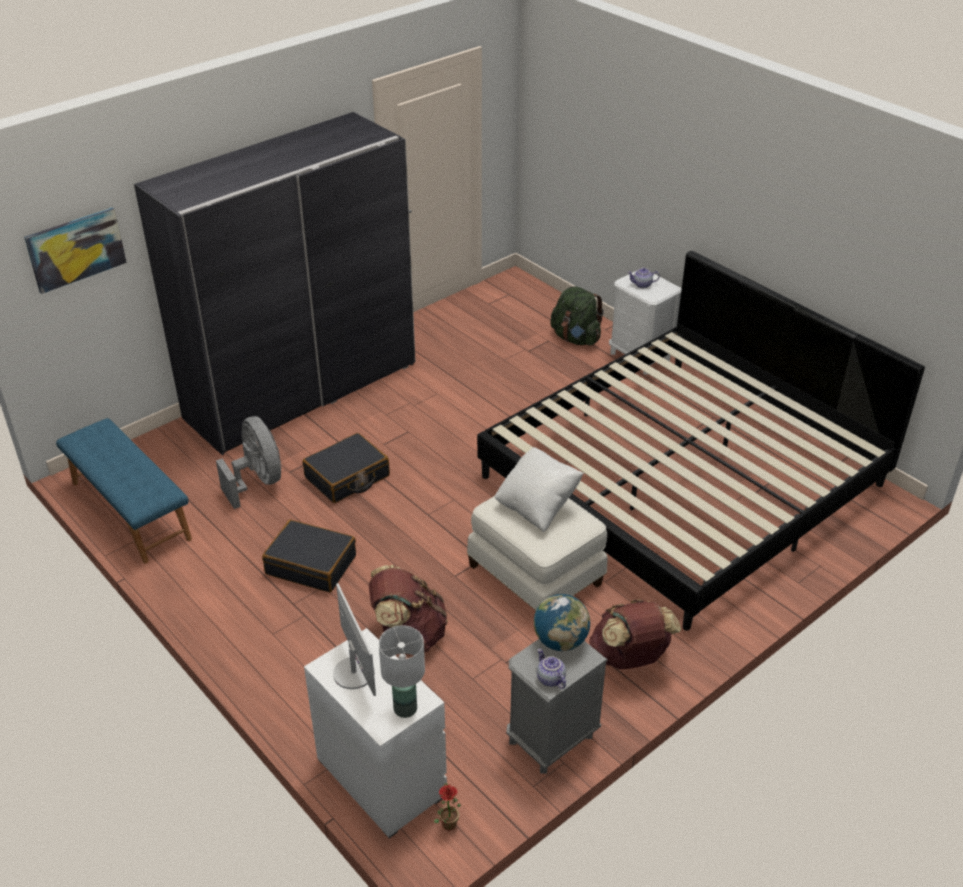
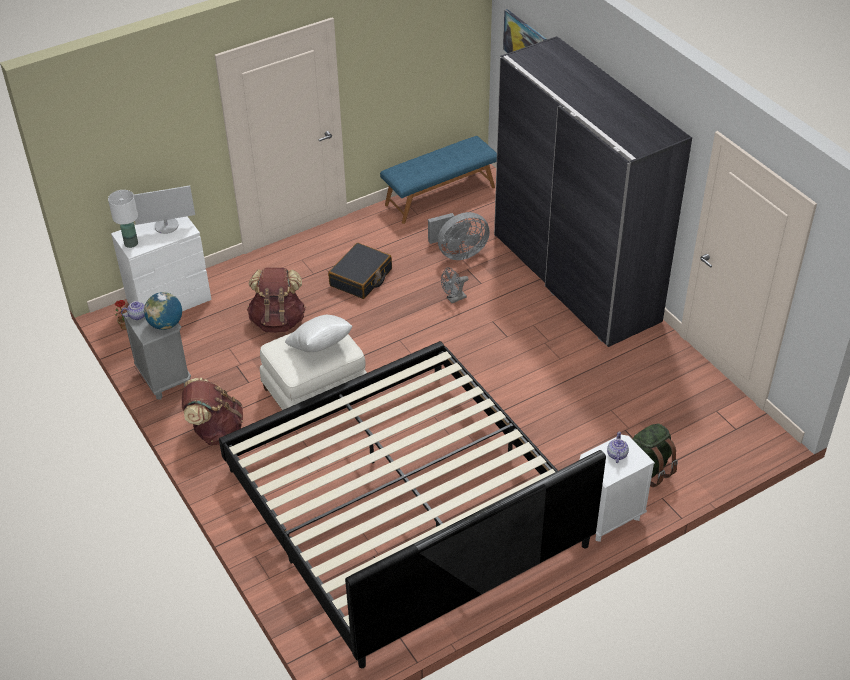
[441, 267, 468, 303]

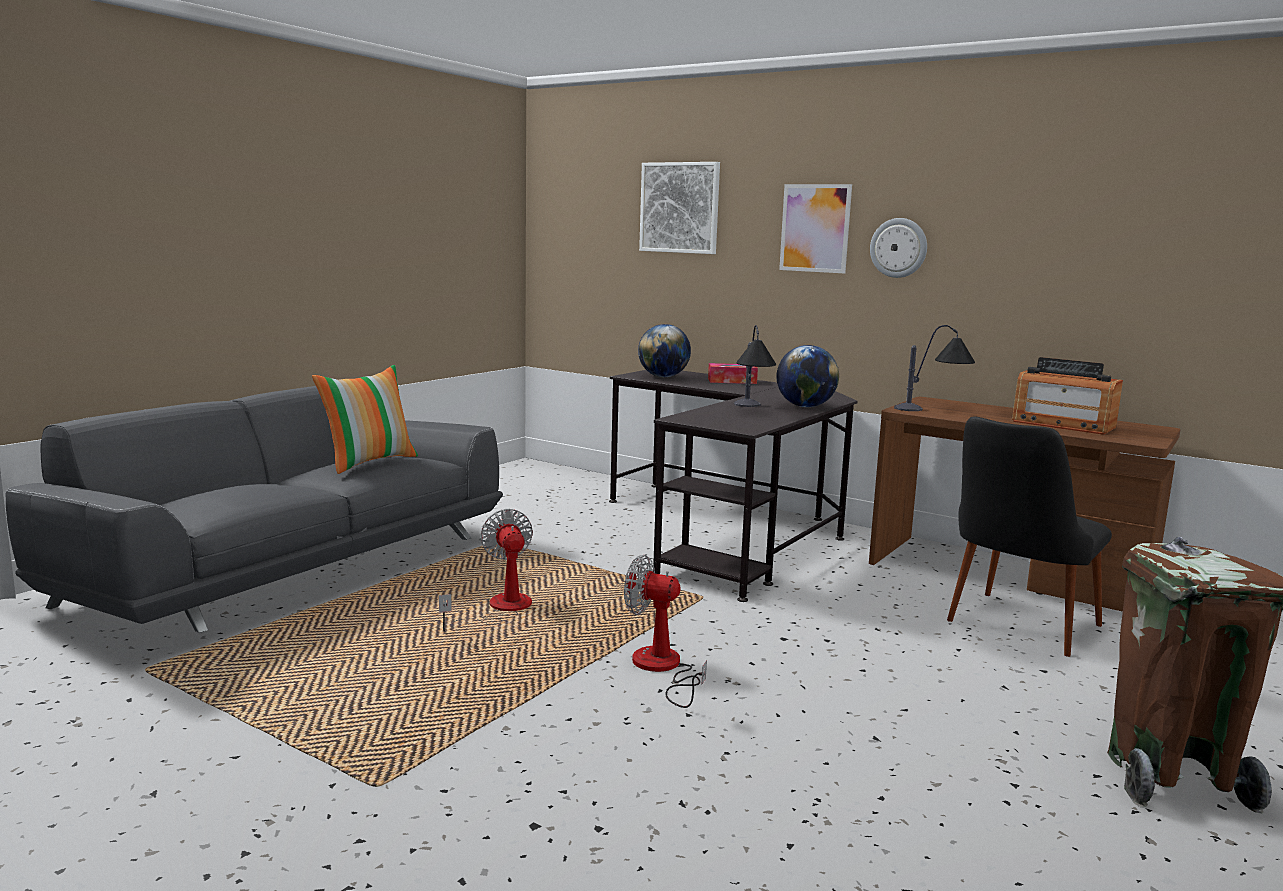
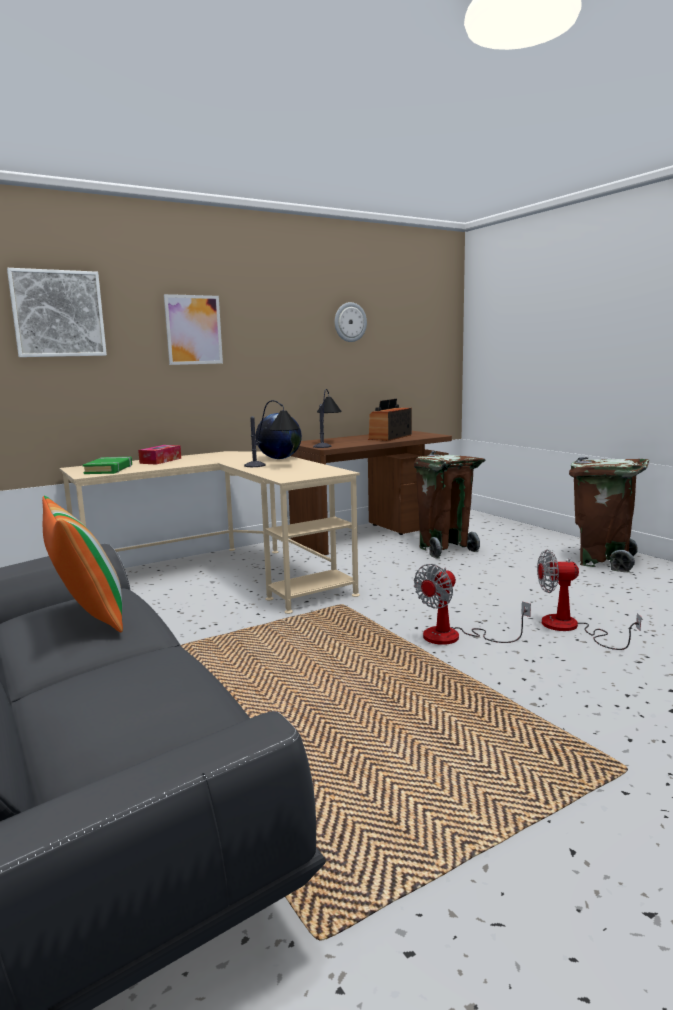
[537, 550, 641, 650]
[60, 451, 360, 614]
[83, 457, 132, 474]
[335, 302, 367, 342]
[414, 451, 485, 559]
[368, 399, 412, 441]

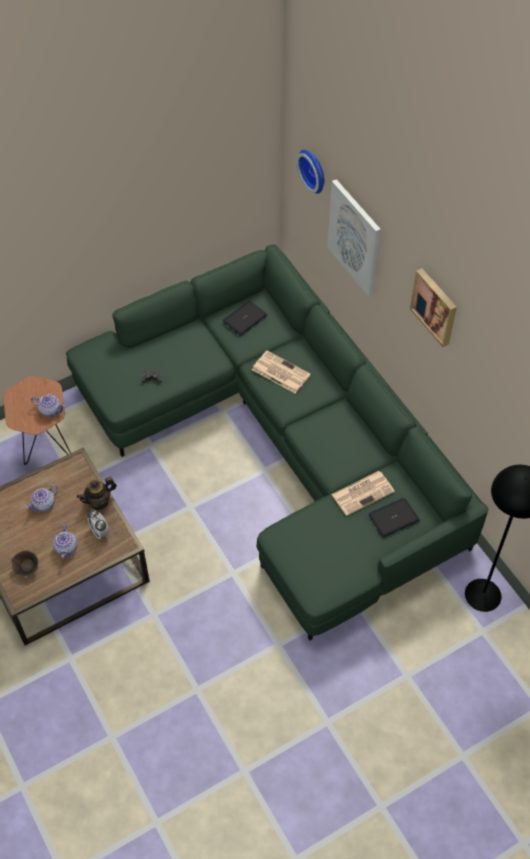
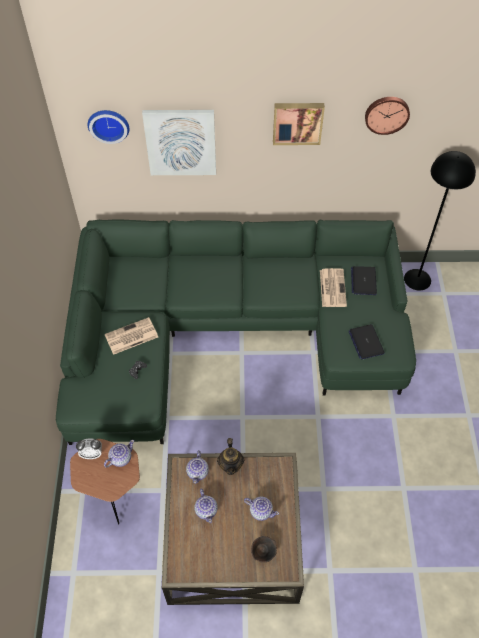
[76, 439, 102, 459]
[349, 324, 385, 360]
[105, 317, 158, 355]
[186, 450, 209, 484]
[365, 97, 410, 135]

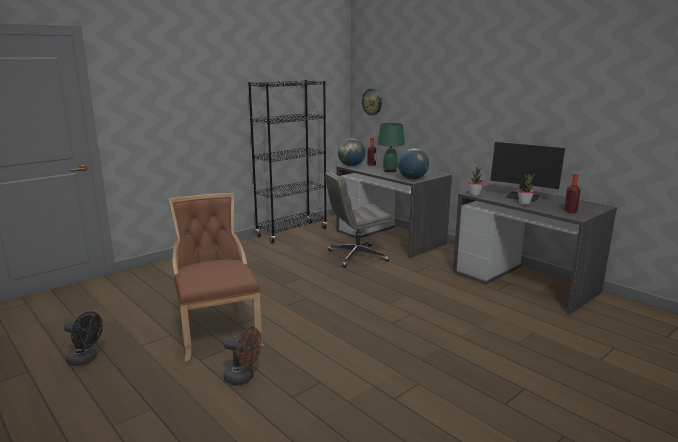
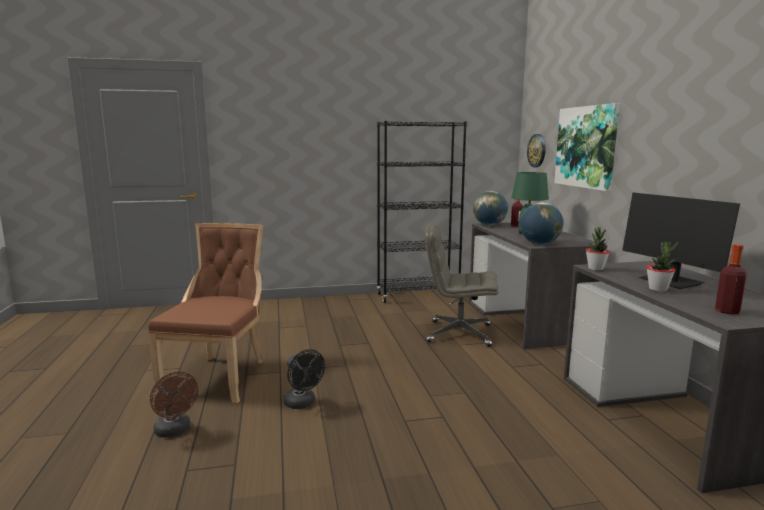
[283, 349, 325, 409]
[554, 103, 620, 191]

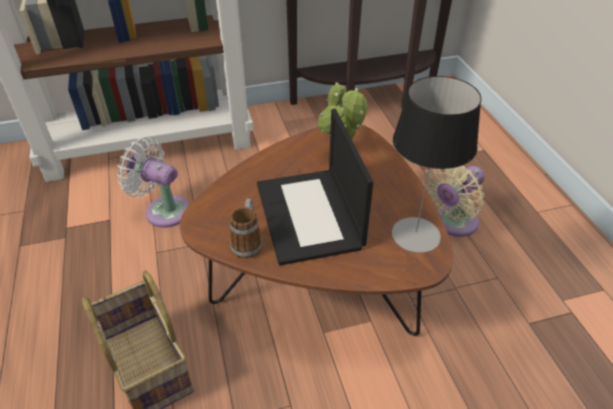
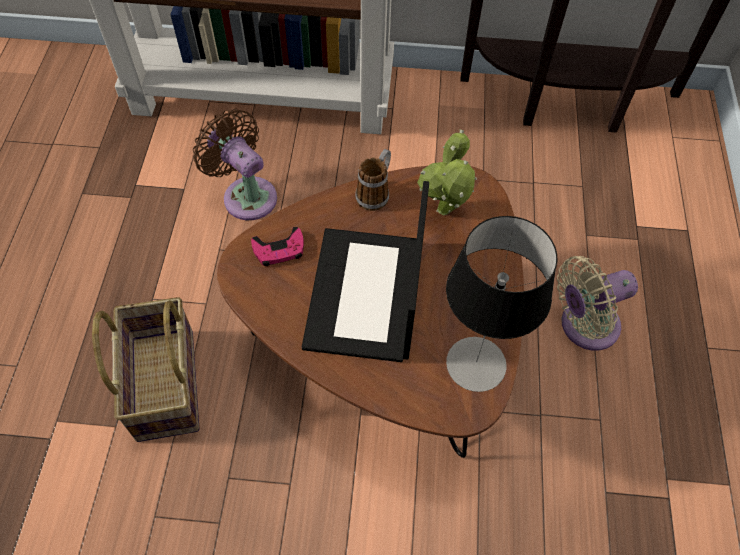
[193, 109, 277, 220]
[355, 149, 391, 211]
[251, 227, 304, 266]

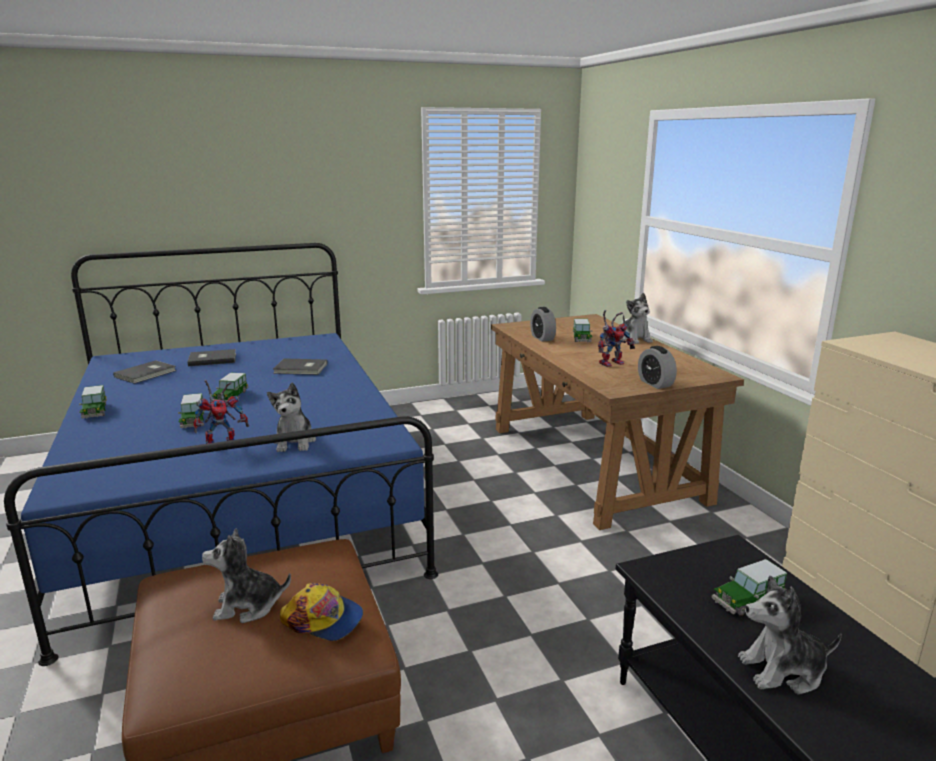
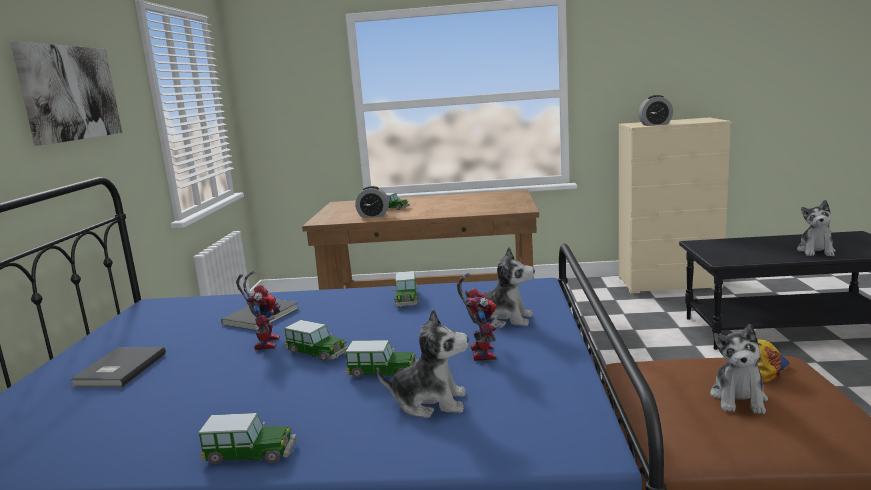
[113, 360, 177, 384] (first image)
[236, 271, 281, 350]
[377, 308, 468, 418]
[638, 95, 673, 126]
[392, 271, 419, 307]
[11, 42, 122, 146]

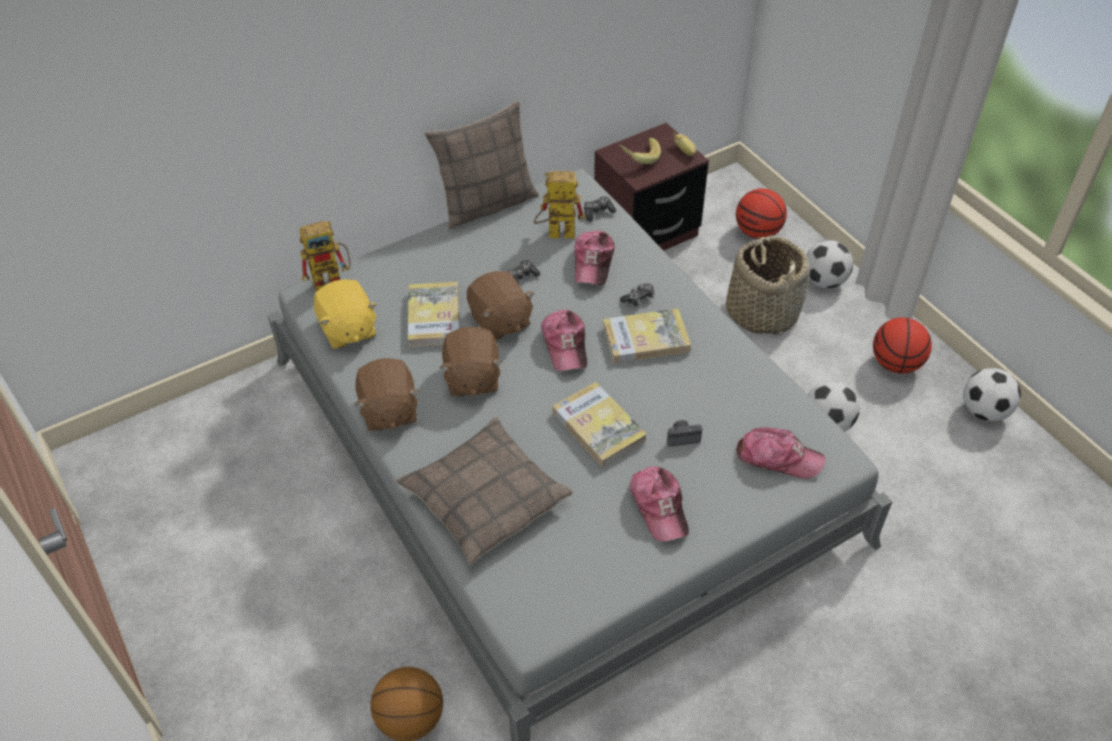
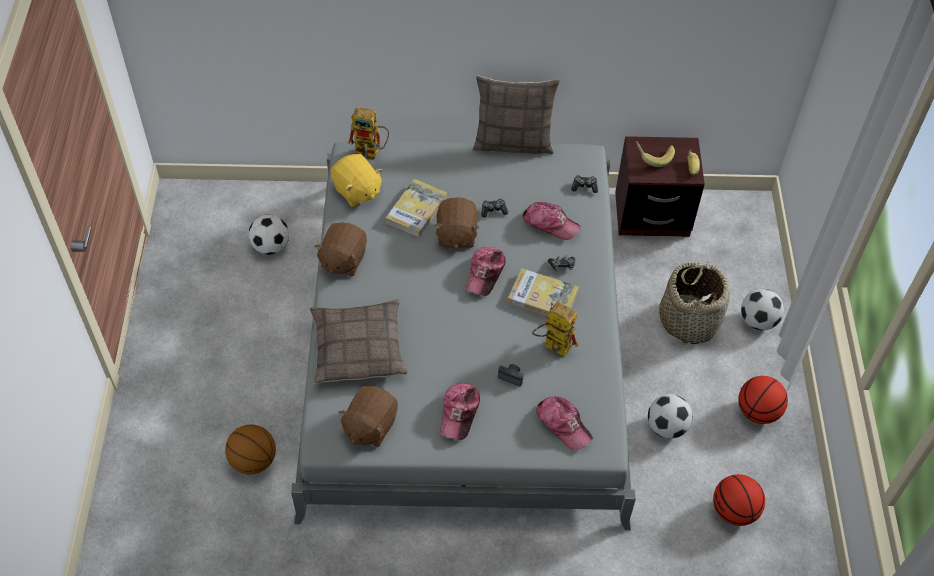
[331, 154, 382, 207]
[338, 386, 398, 447]
[532, 302, 579, 357]
[553, 382, 647, 467] (first image)
[523, 202, 581, 240]
[713, 474, 765, 526]
[249, 214, 289, 255]

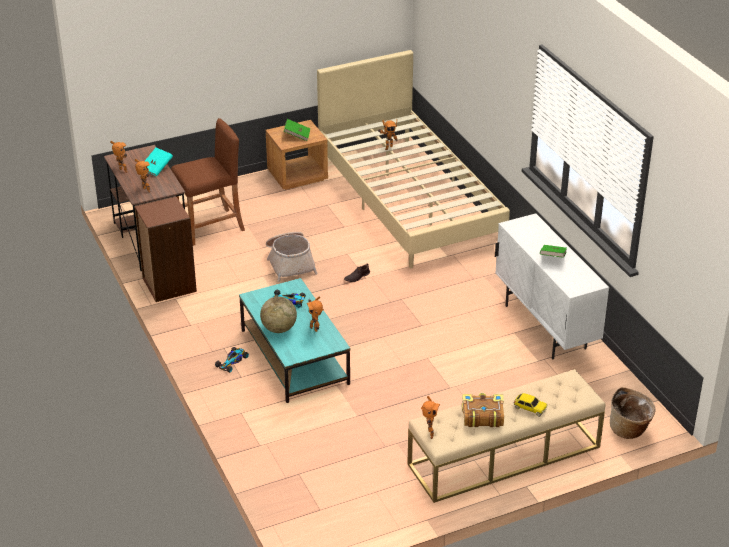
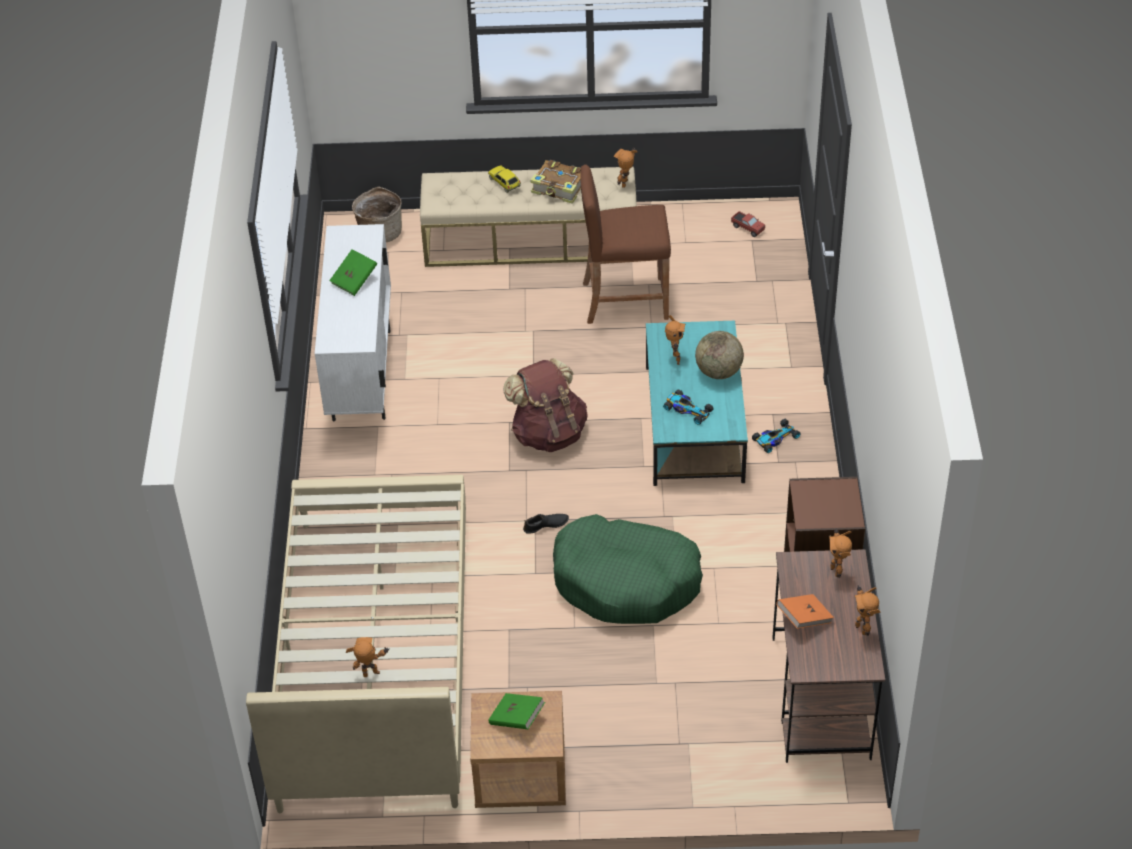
[776, 594, 834, 629]
[580, 165, 671, 324]
[553, 514, 703, 624]
[503, 358, 588, 452]
[731, 211, 765, 237]

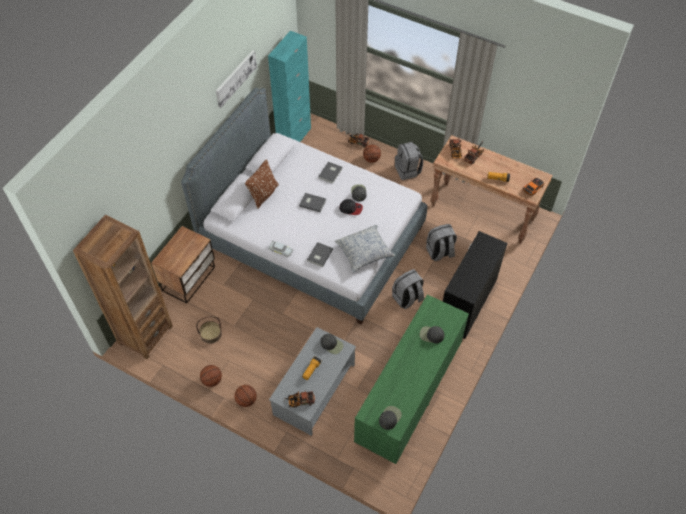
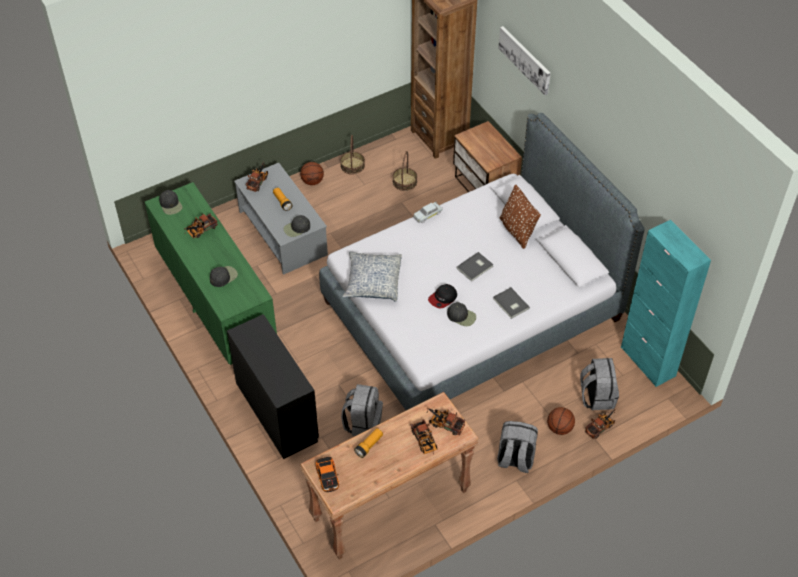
[340, 135, 365, 175]
[498, 26, 551, 95]
[307, 242, 333, 267] (first image)
[580, 358, 619, 410]
[184, 213, 218, 238]

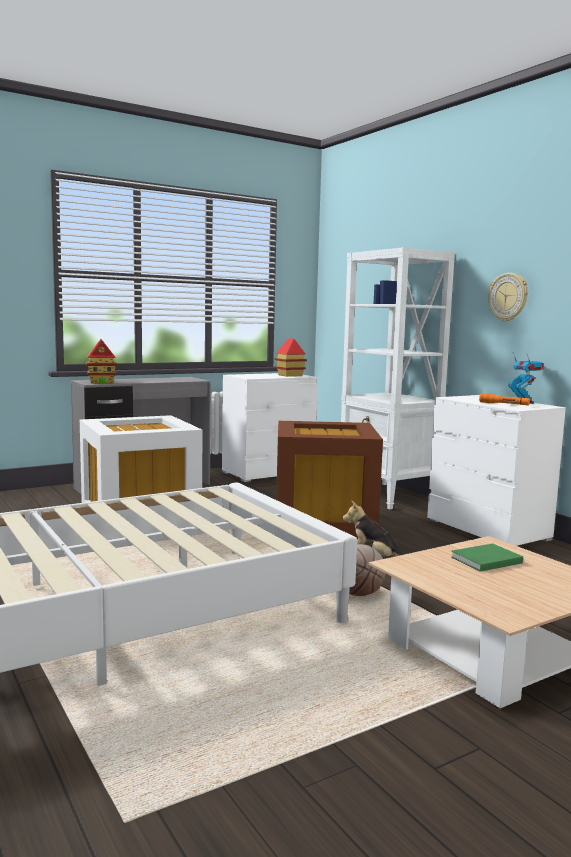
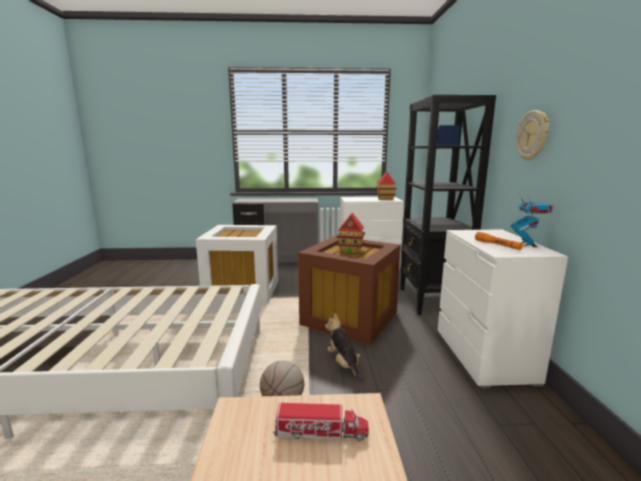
[337, 213, 365, 254]
[400, 95, 496, 315]
[273, 403, 369, 441]

